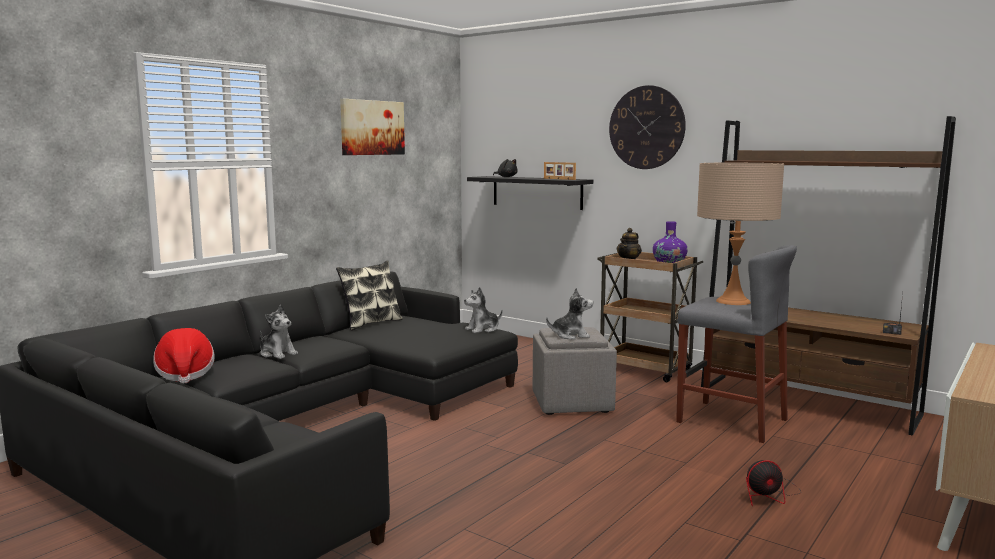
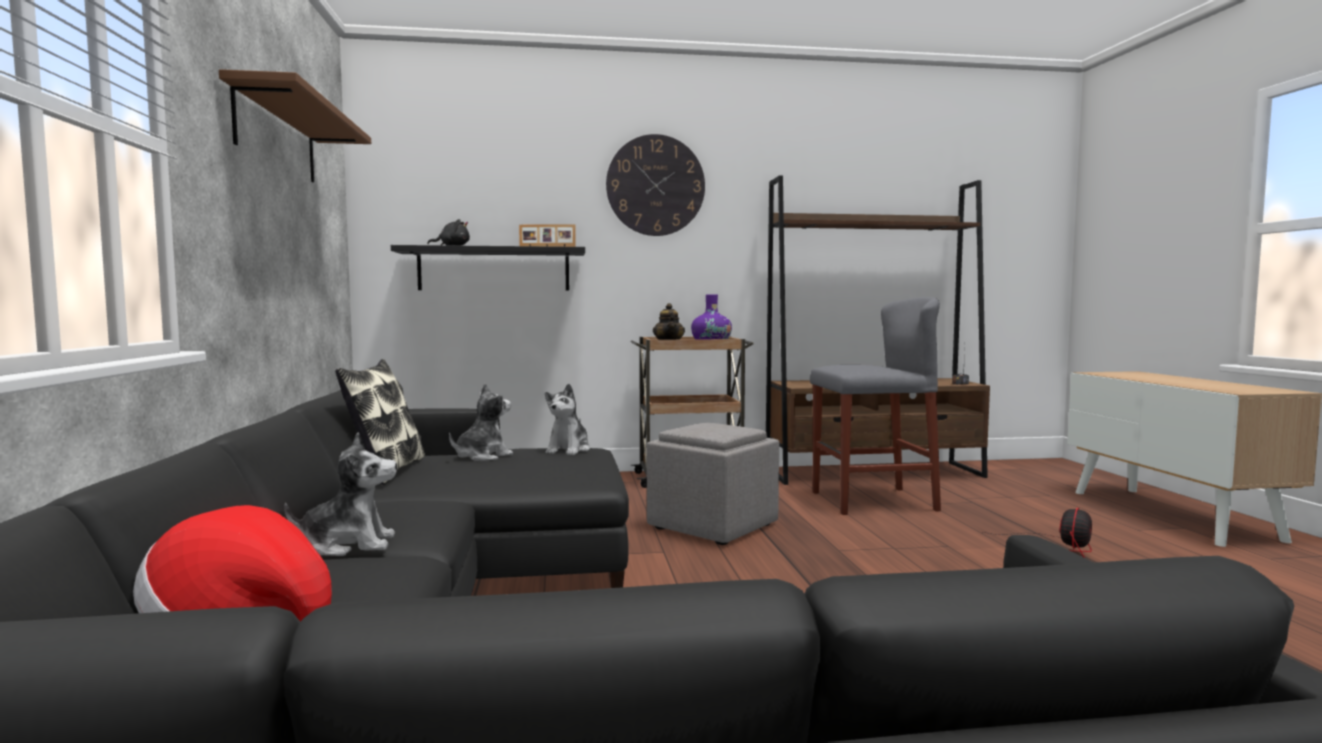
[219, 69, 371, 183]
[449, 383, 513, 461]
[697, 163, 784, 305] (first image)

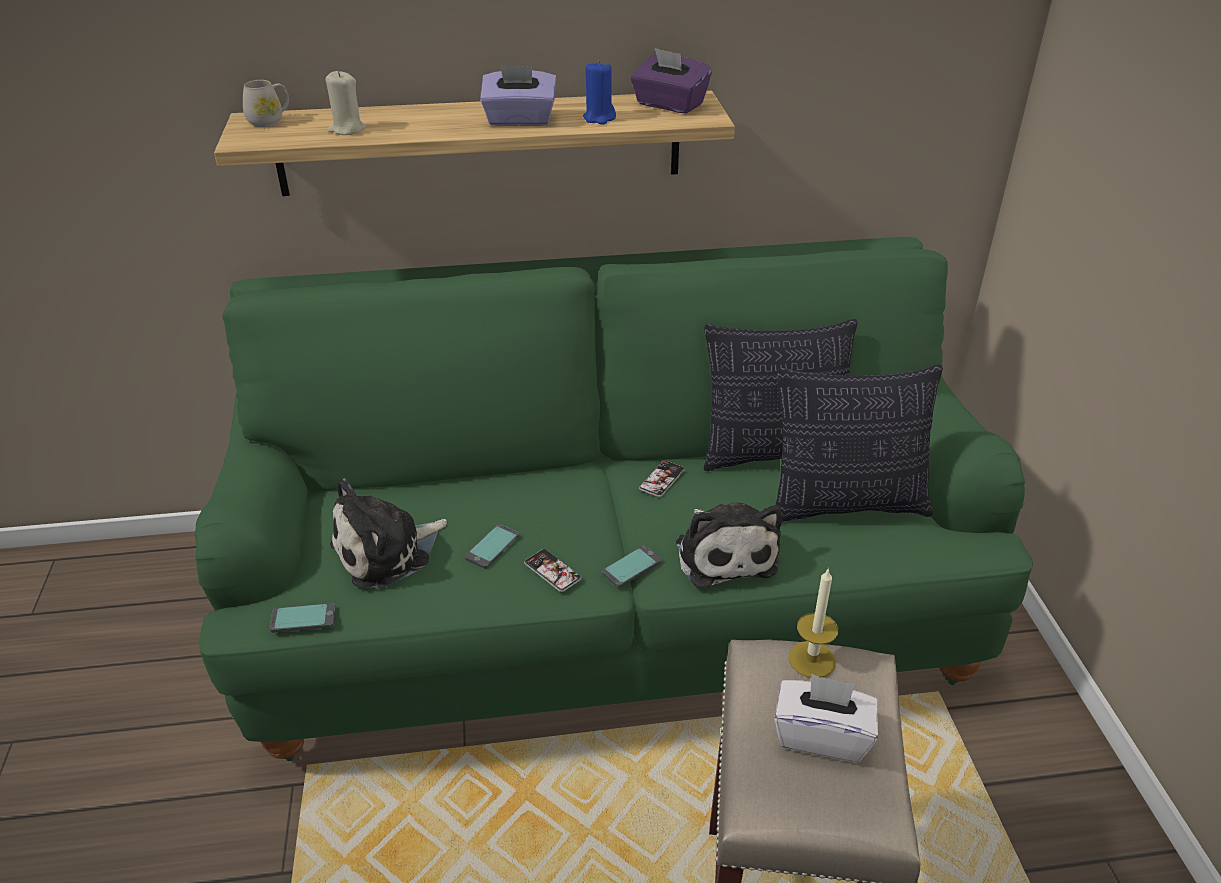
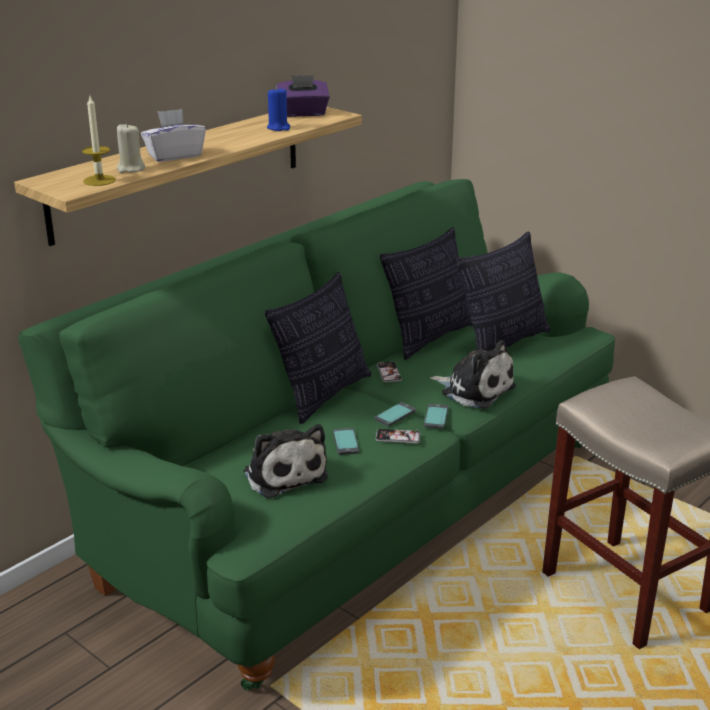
[243, 80, 289, 127] (first image)
[374, 402, 416, 426]
[244, 424, 328, 498]
[480, 65, 557, 126] (first image)
[141, 109, 206, 162]
[82, 96, 116, 186]
[265, 272, 371, 424]

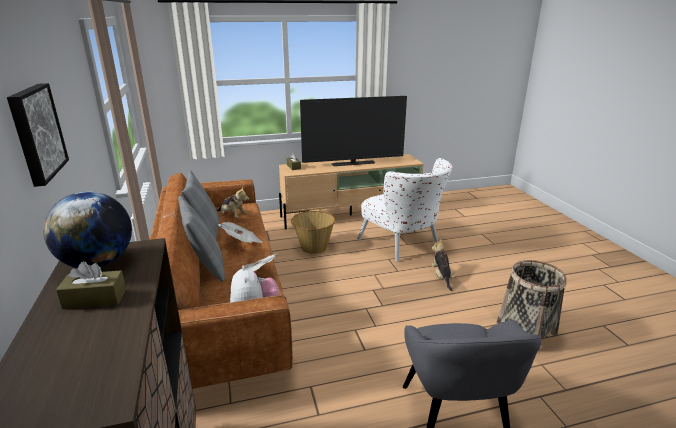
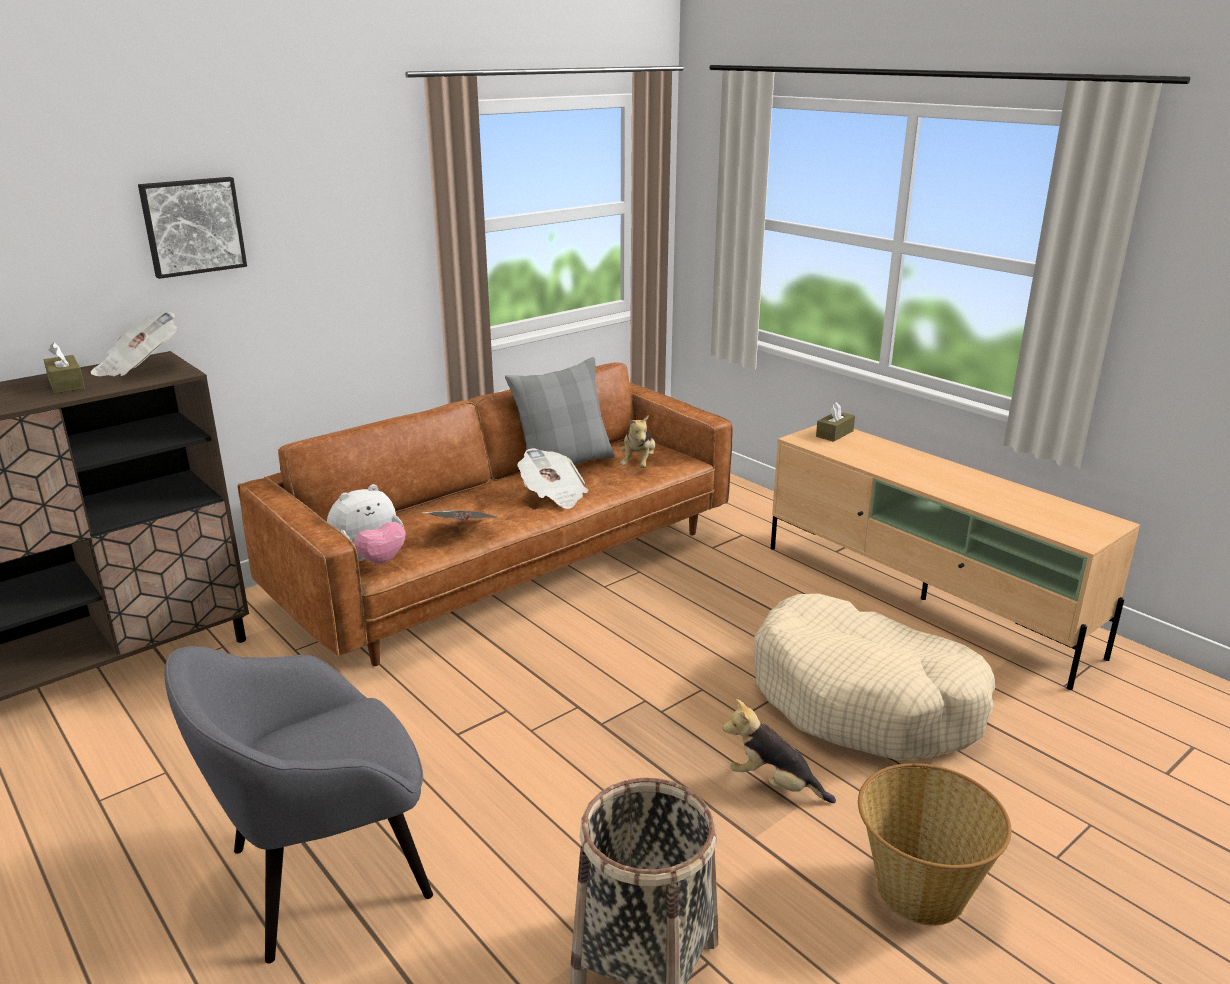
[91, 312, 177, 376]
[178, 196, 225, 282] (first image)
[858, 763, 1012, 925]
[300, 96, 407, 166] (first image)
[754, 594, 995, 761]
[723, 699, 836, 803]

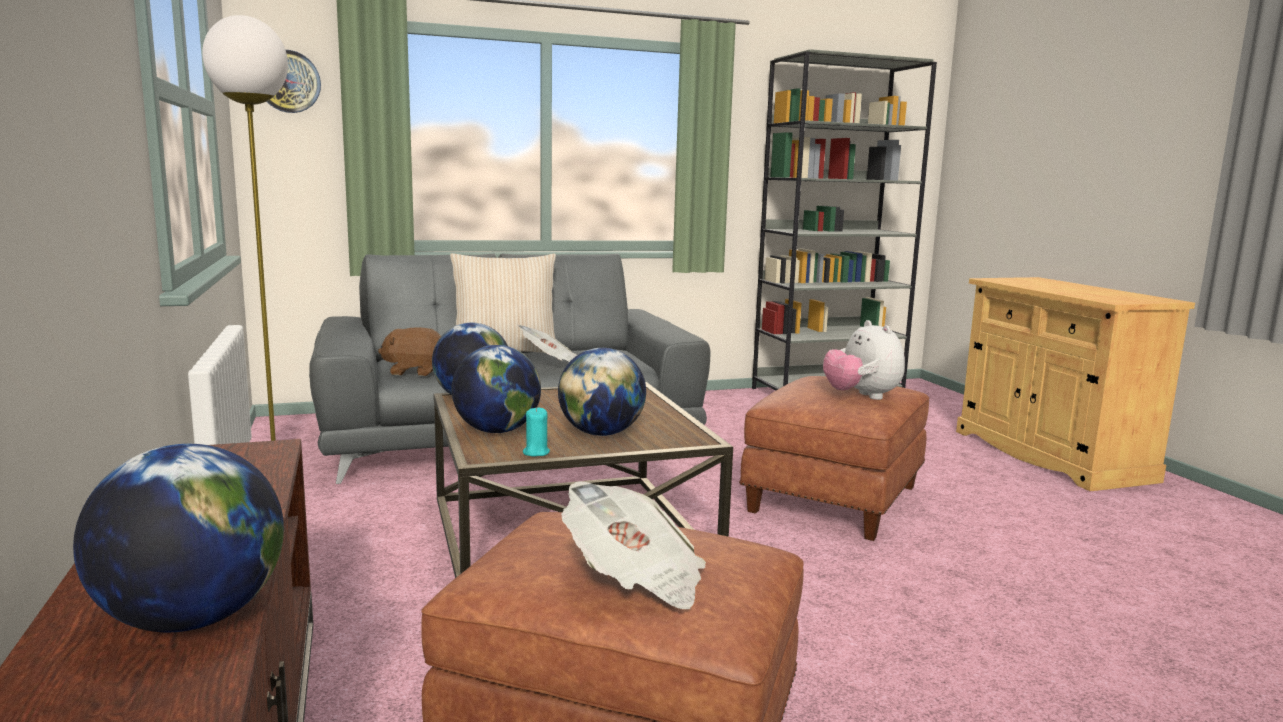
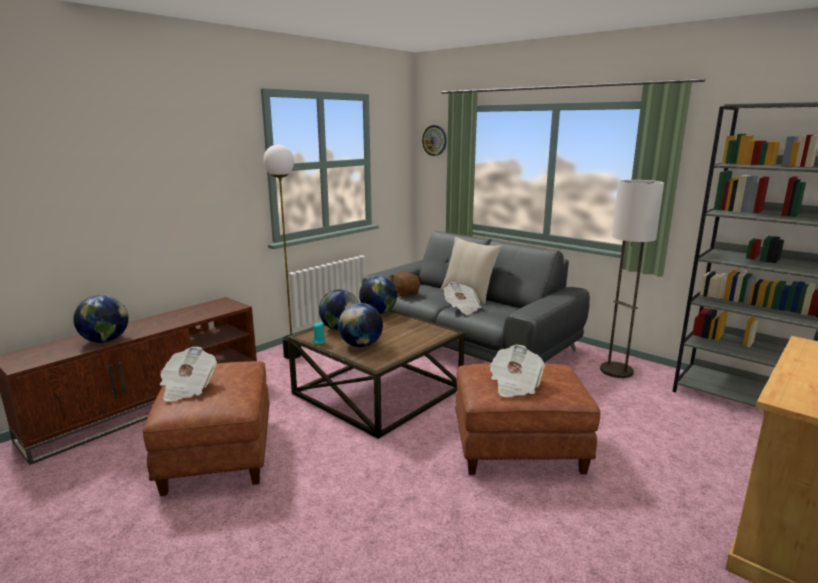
[489, 345, 545, 397]
[600, 180, 664, 378]

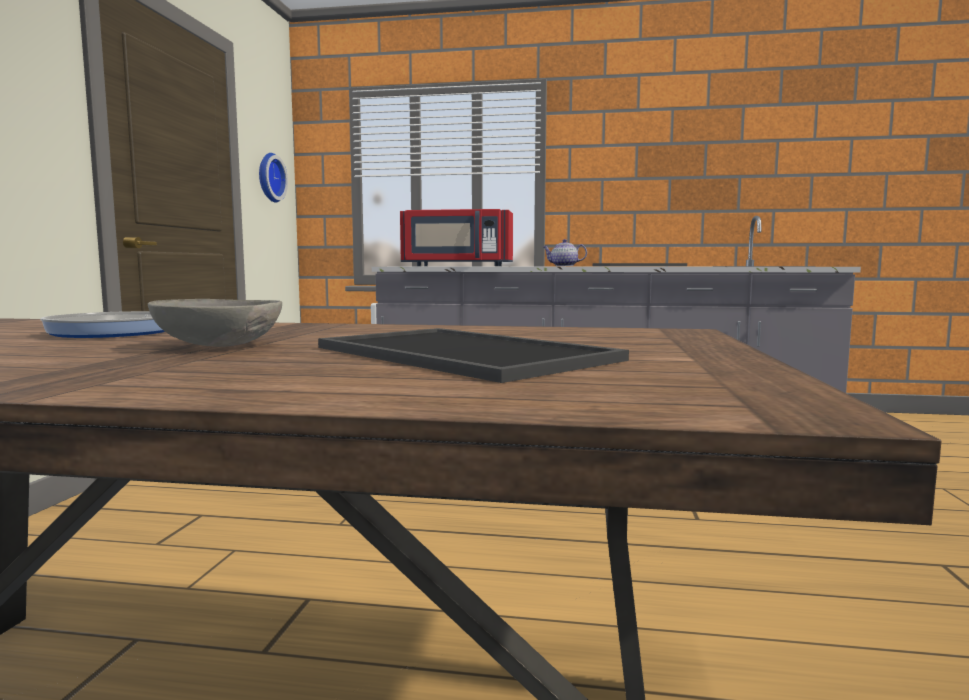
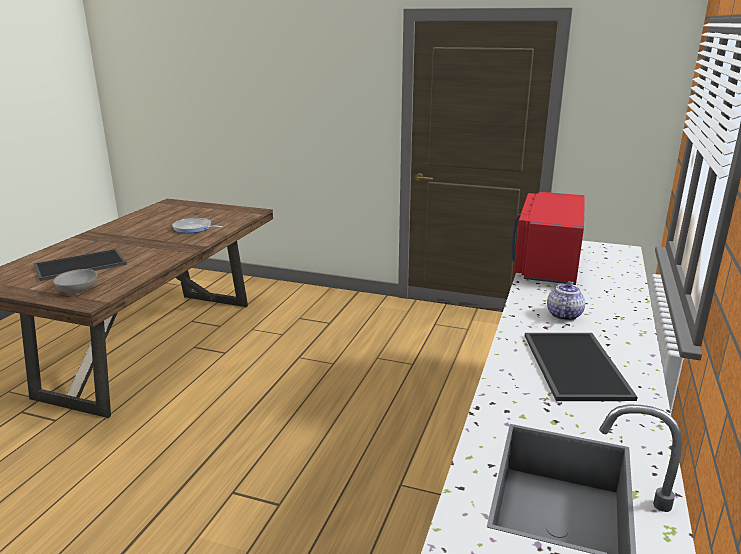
[53, 269, 98, 294]
[259, 153, 288, 203] (first image)

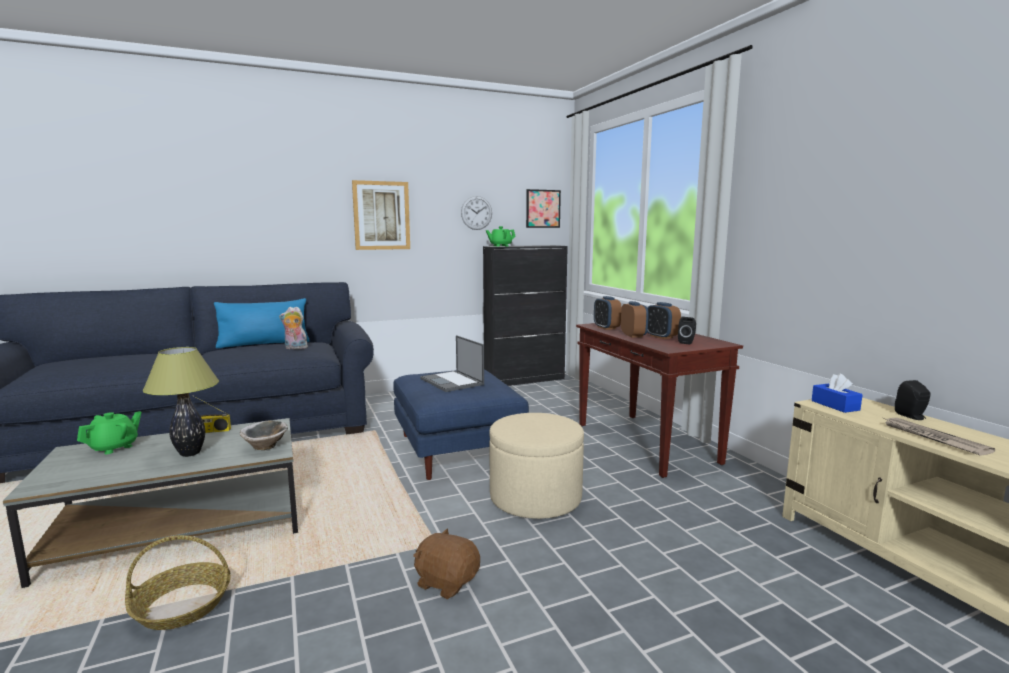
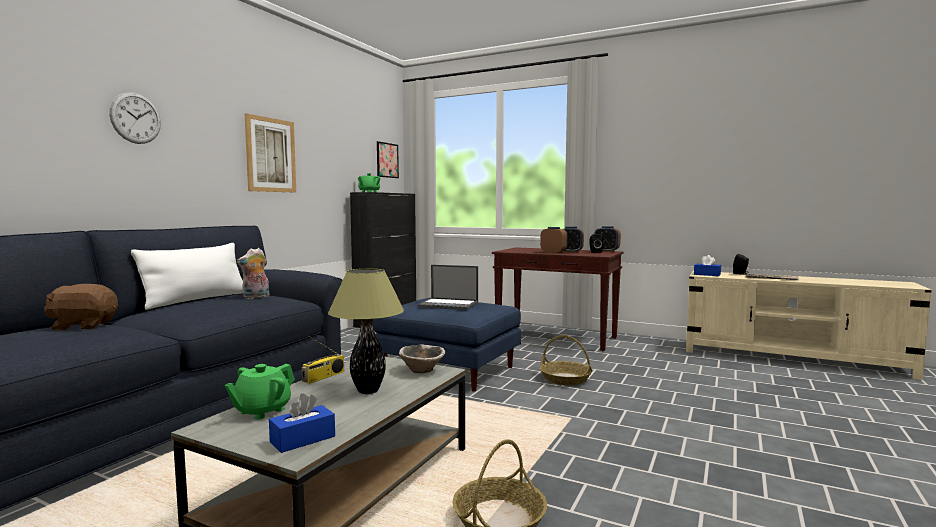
[224, 364, 295, 419]
[131, 243, 243, 310]
[44, 284, 118, 330]
[109, 92, 161, 144]
[540, 335, 592, 385]
[594, 226, 621, 252]
[269, 393, 335, 453]

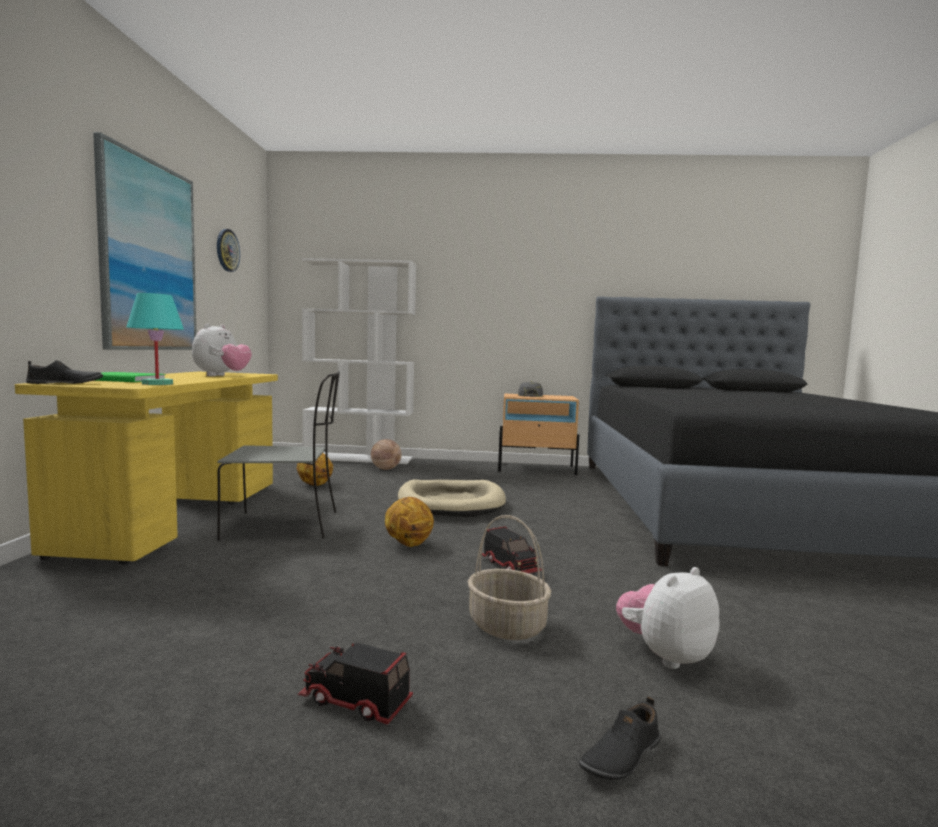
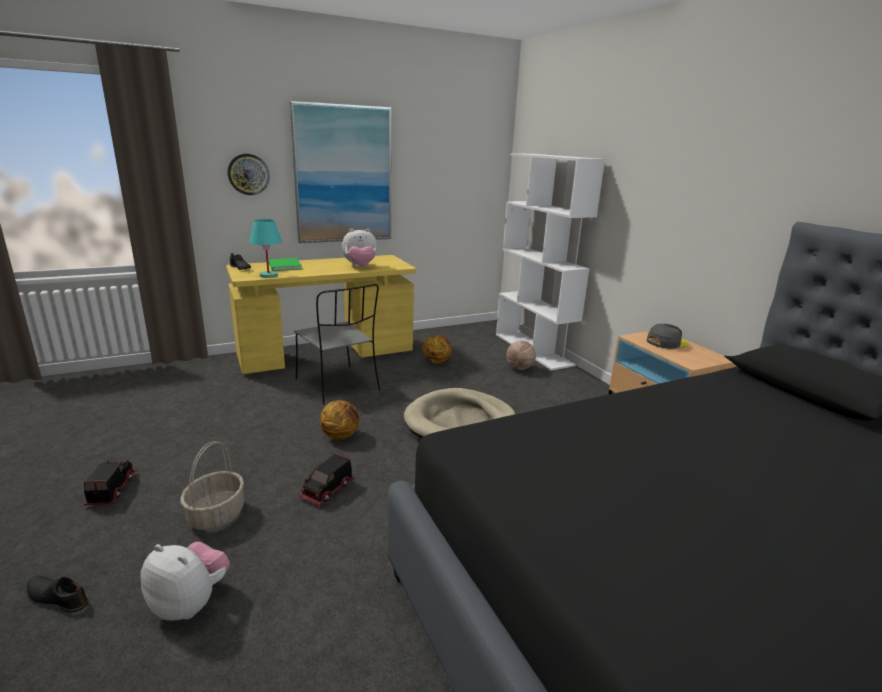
[227, 154, 270, 195]

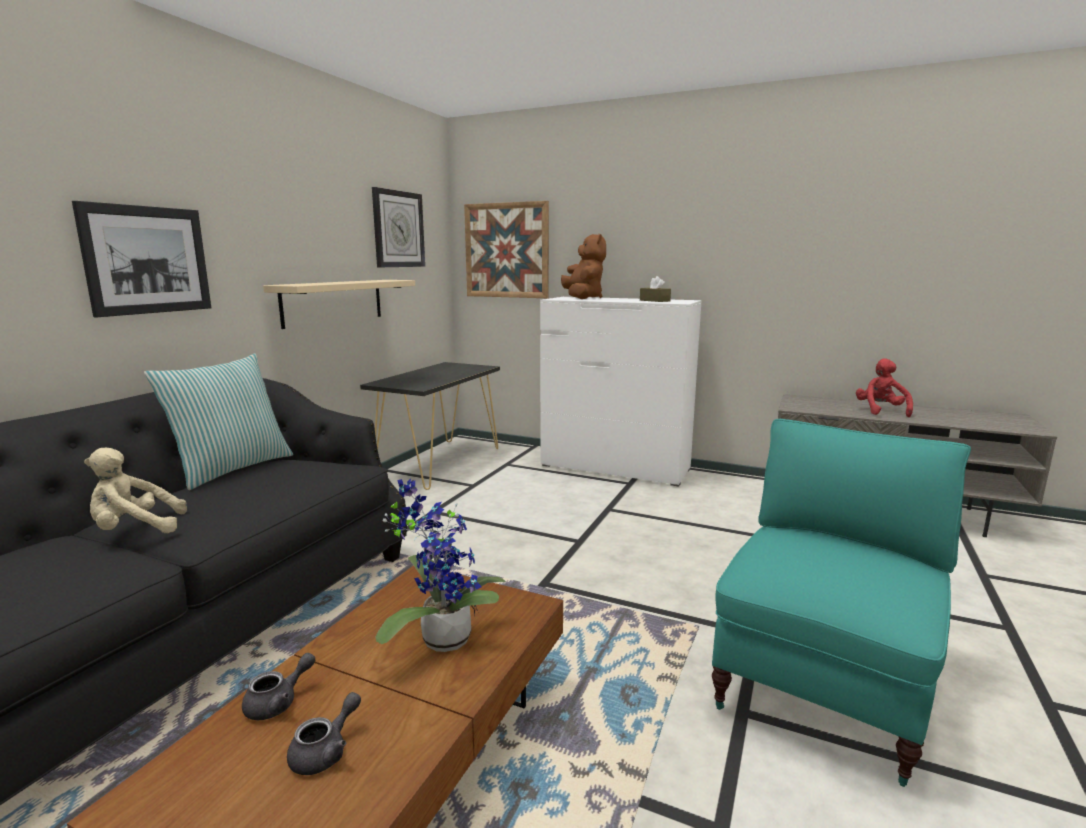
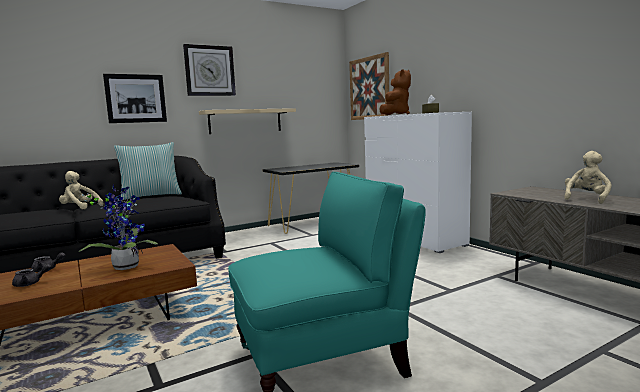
[183, 44, 236, 96]
[564, 151, 611, 204]

